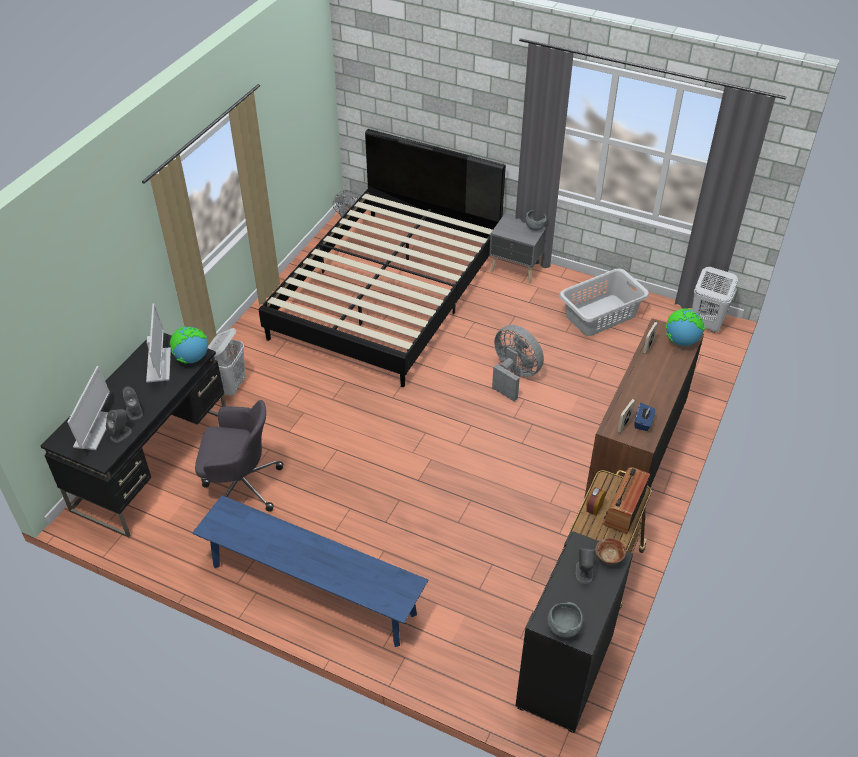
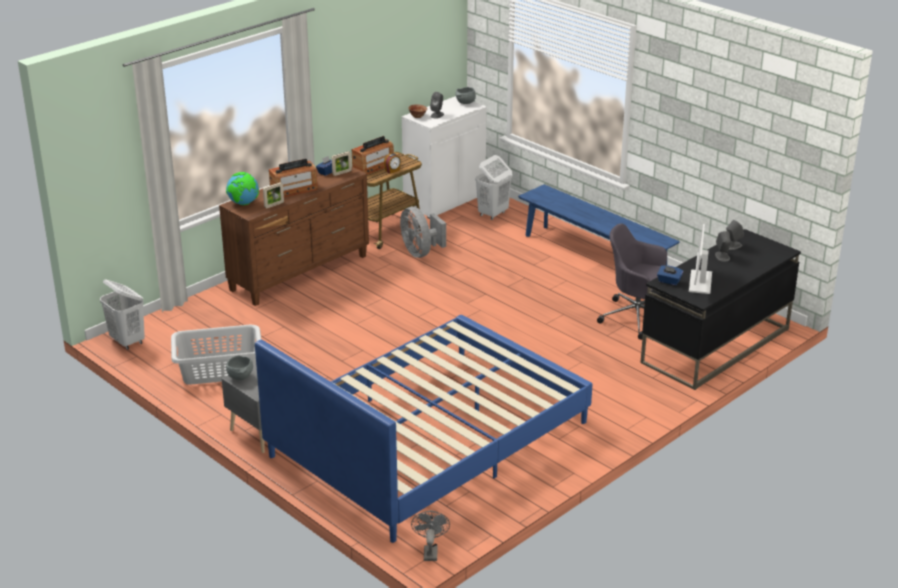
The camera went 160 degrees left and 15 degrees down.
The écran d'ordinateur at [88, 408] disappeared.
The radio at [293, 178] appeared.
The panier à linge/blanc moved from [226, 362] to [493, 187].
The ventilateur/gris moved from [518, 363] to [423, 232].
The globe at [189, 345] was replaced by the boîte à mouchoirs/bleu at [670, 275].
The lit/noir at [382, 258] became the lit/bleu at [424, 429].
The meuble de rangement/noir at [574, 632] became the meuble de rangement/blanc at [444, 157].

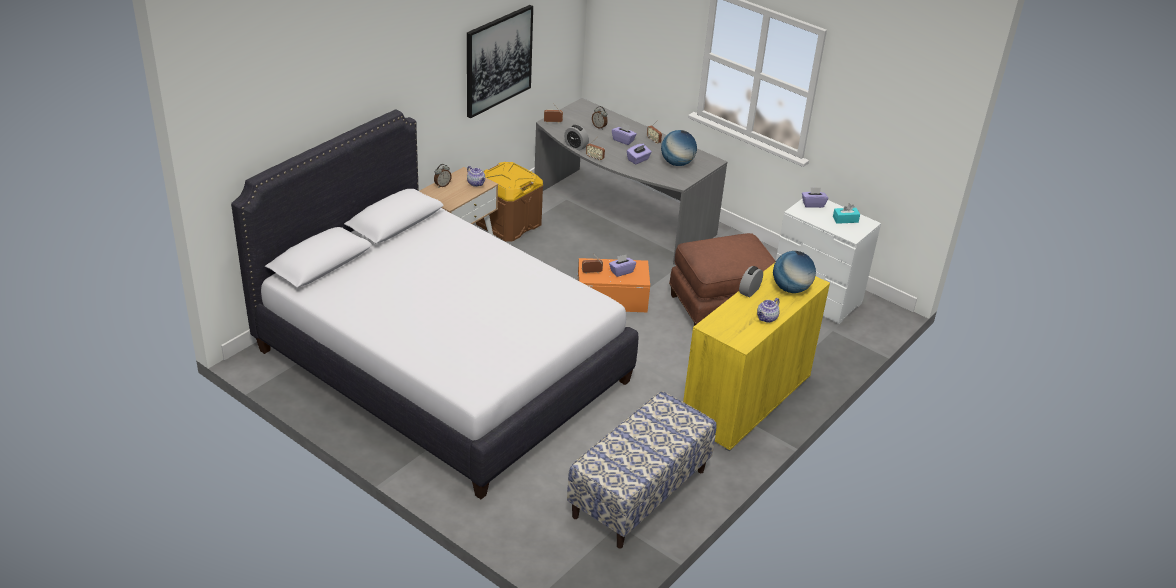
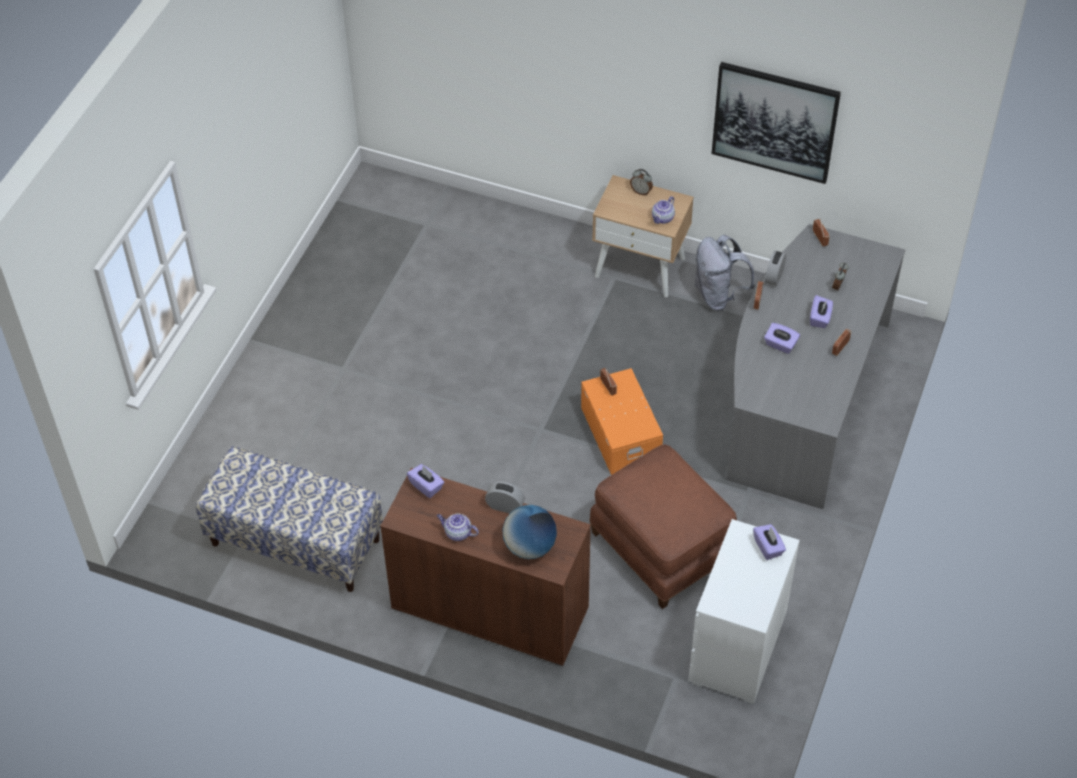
The camera went 75 degrees right and 15 degrees up.
The lit/blanc at [434, 304] disappeared.
The globe at [679, 148] disappeared.
The boîte à mouchoirs/turquoise at [846, 213] disappeared.
The boîte à mouchoirs/violet moved from [622, 265] to [425, 481].
The boîte de rangement/marron at [509, 202] was replaced by the sac à dos/gris at [724, 273].
The meuble de rangement/jaune at [756, 357] became the meuble de rangement/marron at [485, 567].

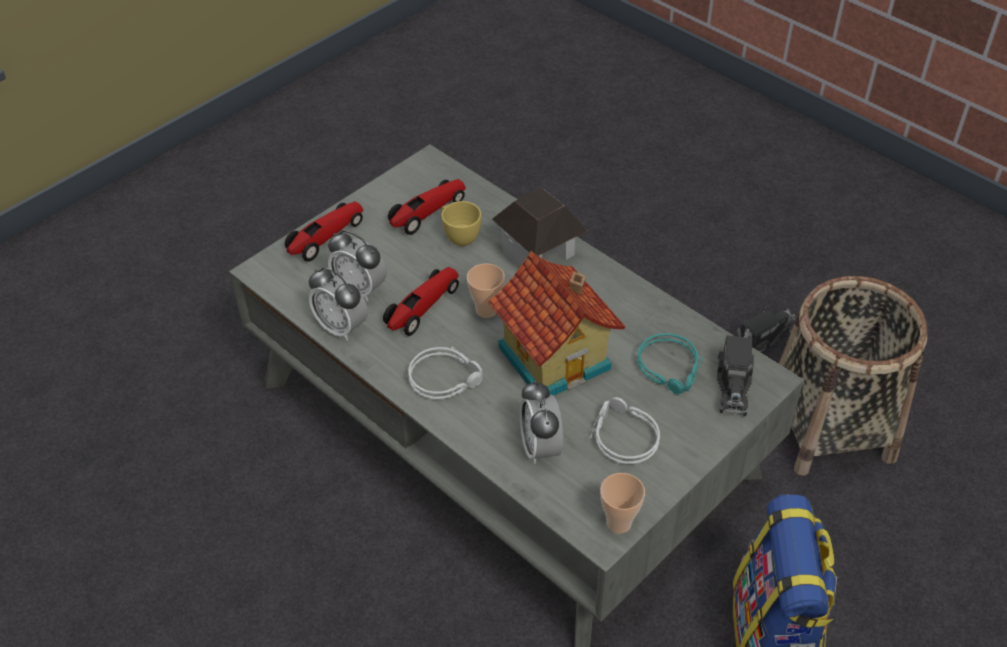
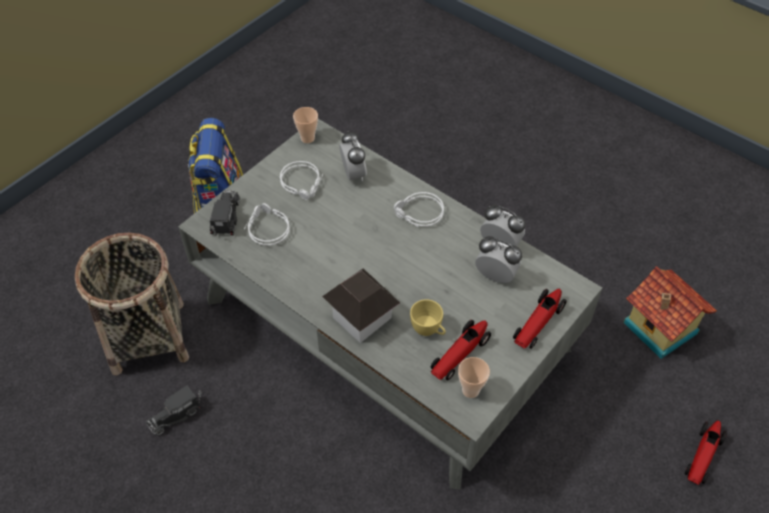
The camera went 175 degrees right and 5 degrees up.
The petite voiture moved from [421, 301] to [706, 453].
The tasse moved from [486, 291] to [474, 377].
The maison miniature moved from [556, 323] to [670, 312].
The casque audio/turquoise at [670, 363] became the casque audio/gris at [267, 224].

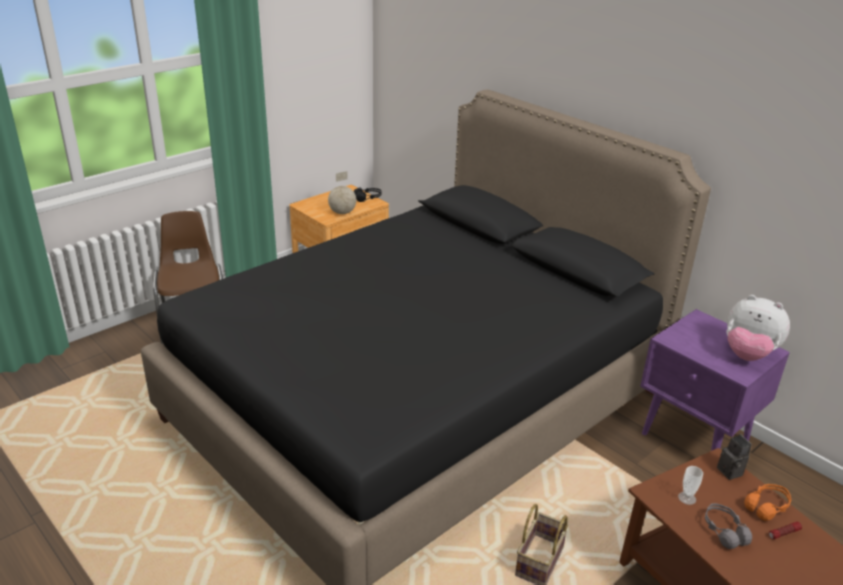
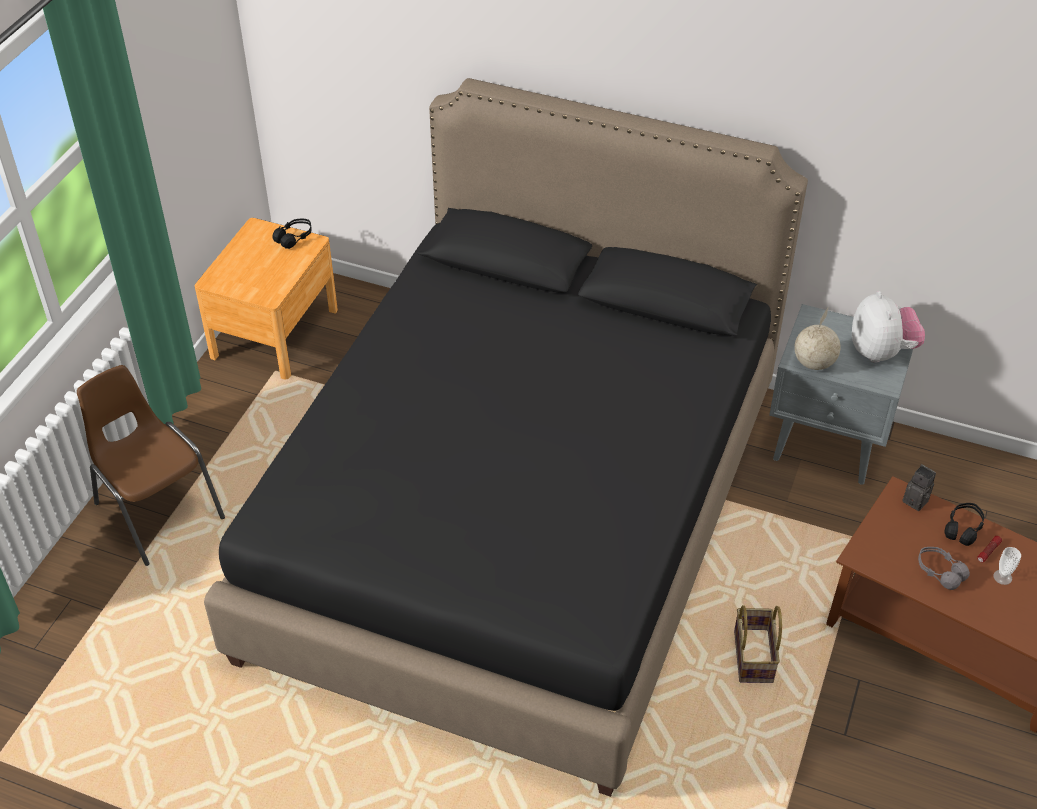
The camera went 25 degrees left and 15 degrees up.
The globe moved from [342, 192] to [817, 338].
The tasse moved from [690, 485] to [1007, 566].
The table de chevet/violet at [715, 380] became the table de chevet/gris at [841, 394].
The casque audio/orange at [767, 502] became the casque audio/noir at [965, 524].
The peluche at [758, 328] turned 105 degrees counterclockwise.

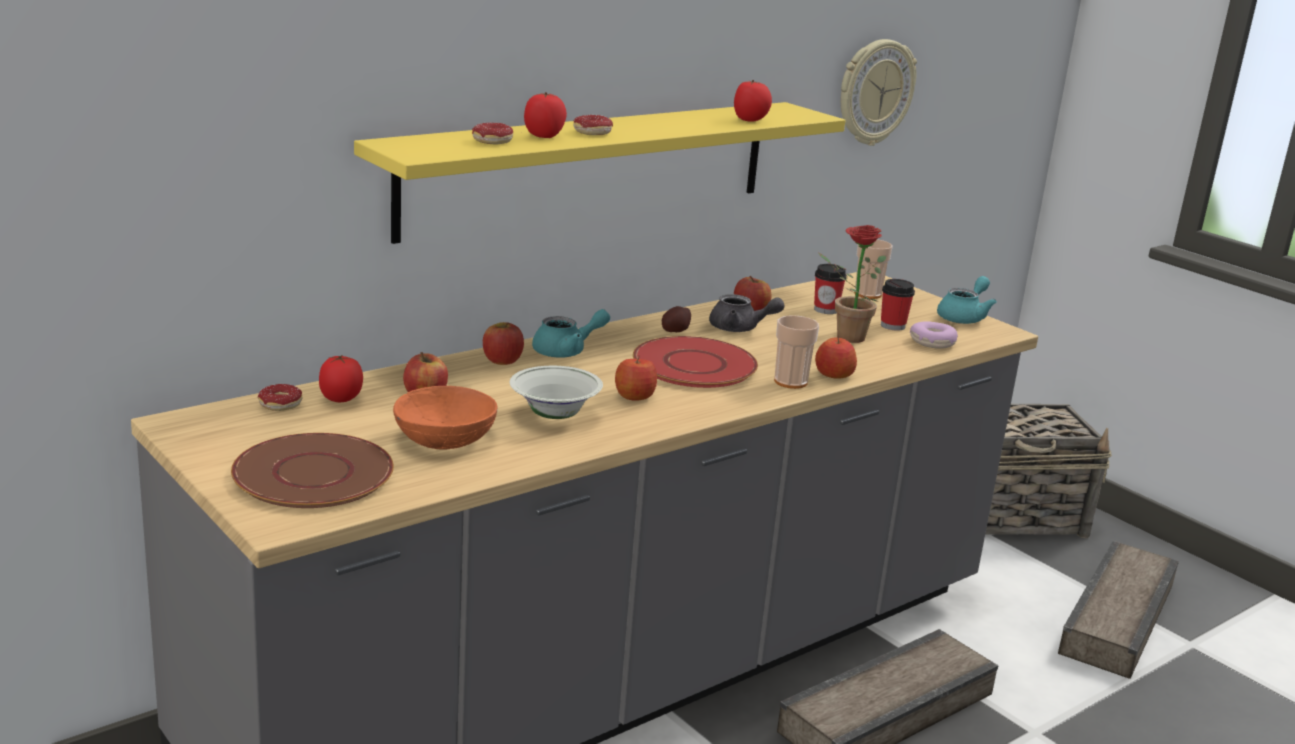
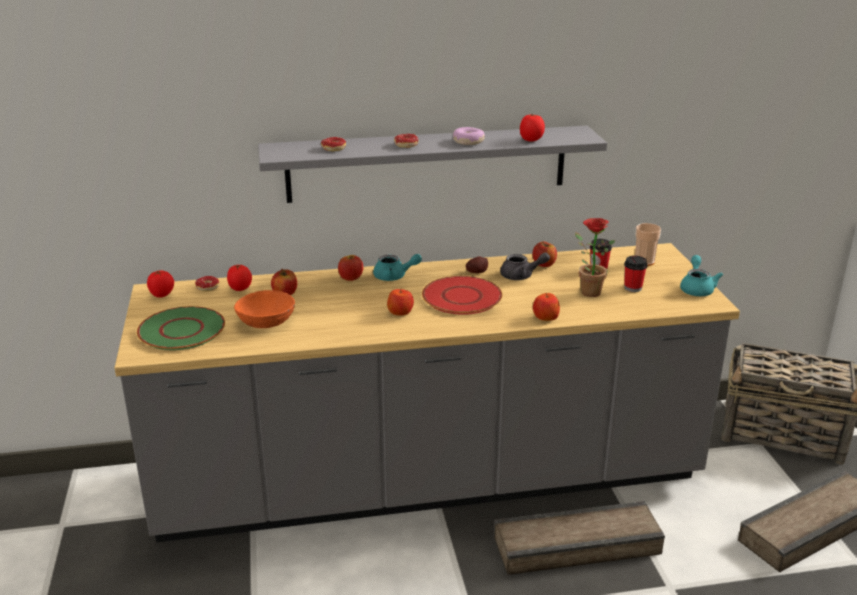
The camera went 30 degrees right and 5 degrees up.
The bol/blanc at [556, 392] disappeared.
The tasse at [796, 352] disappeared.
The horloge murale at [879, 92] disappeared.
The tomate moved from [545, 115] to [160, 284].
The beignet moved from [934, 335] to [469, 136].
The assiette/marron at [312, 470] became the assiette/vert at [181, 328].
The étagère/jaune at [599, 173] became the étagère/gris at [432, 164].
The théière/gris at [747, 313] turned 45 degrees counterclockwise.
The théière/turquoise at [967, 300] turned 60 degrees counterclockwise.

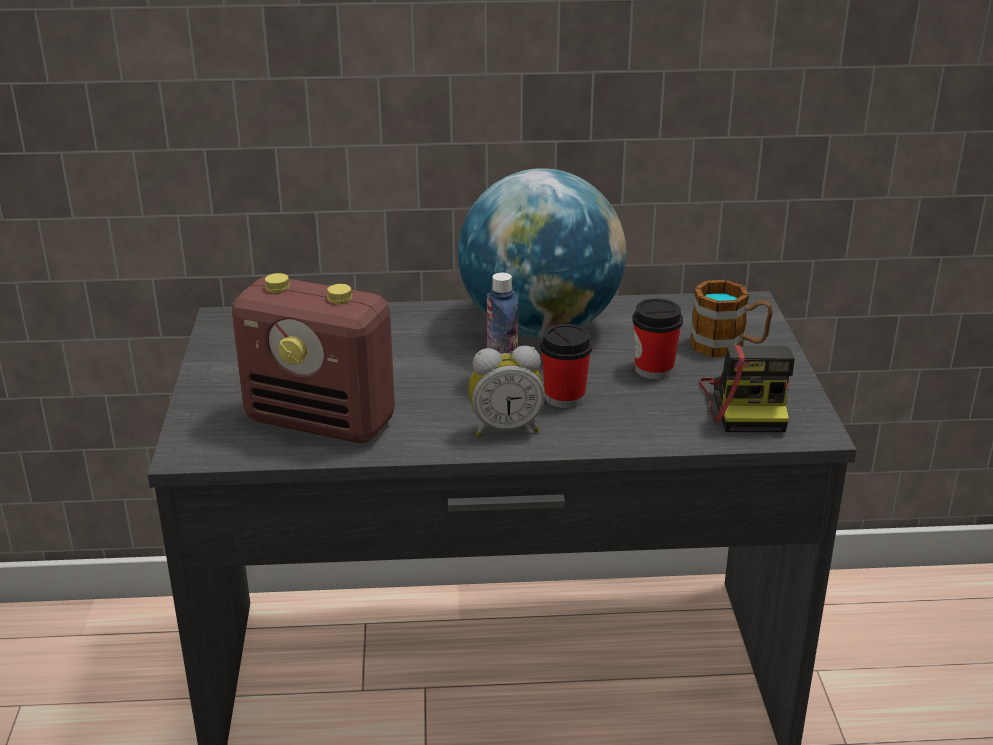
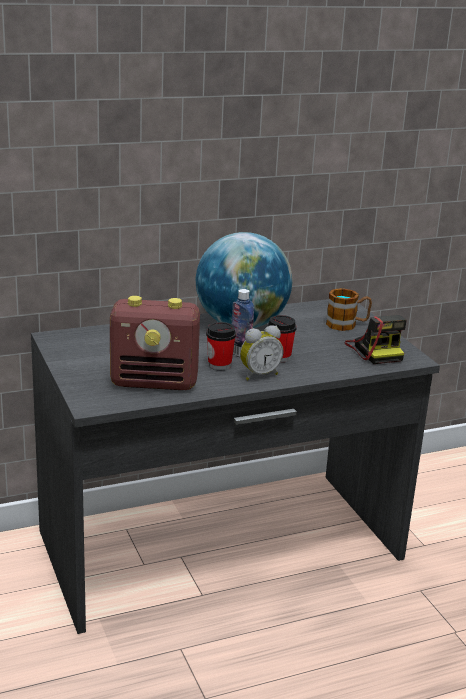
The camera went 20 degrees left and 5 degrees down.
The tasse moved from [657, 339] to [221, 346].

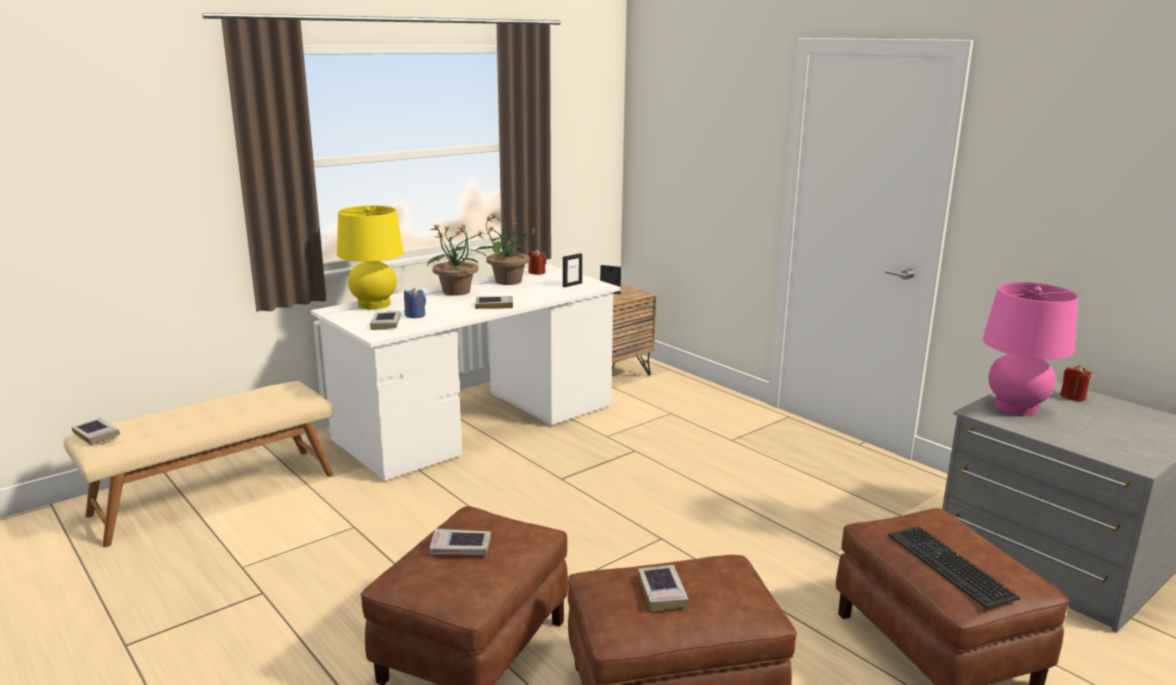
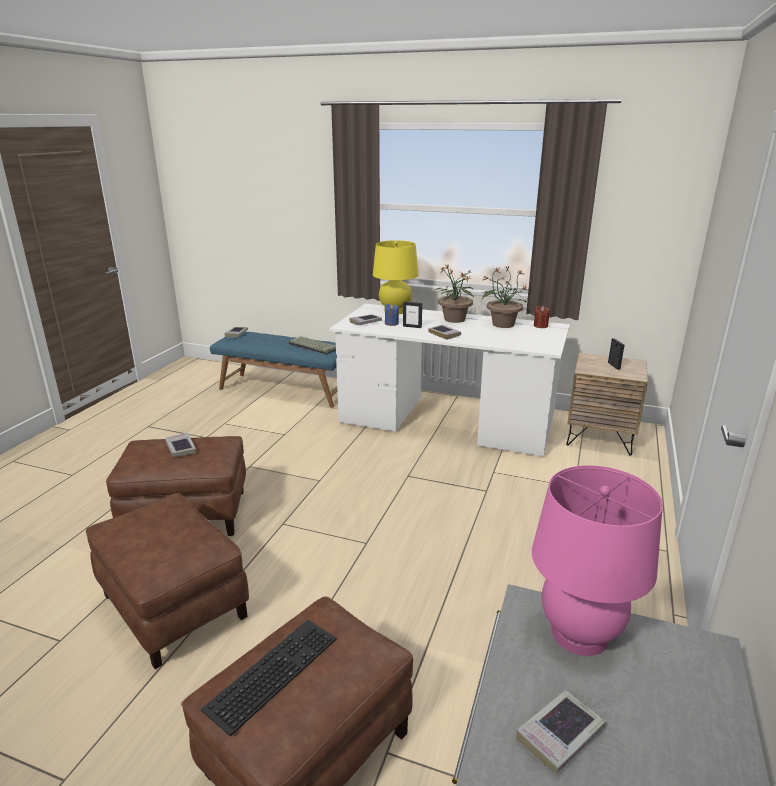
The camera went 60 degrees right and 5 degrees up.
The bougie/rouge at [1076, 383] disappeared.
The clavier at [312, 345] appeared.
The cadre photo moved from [572, 270] to [412, 314].
The livre moved from [663, 588] to [561, 732].
The banc/beige at [199, 464] became the banc/bleu at [273, 370].

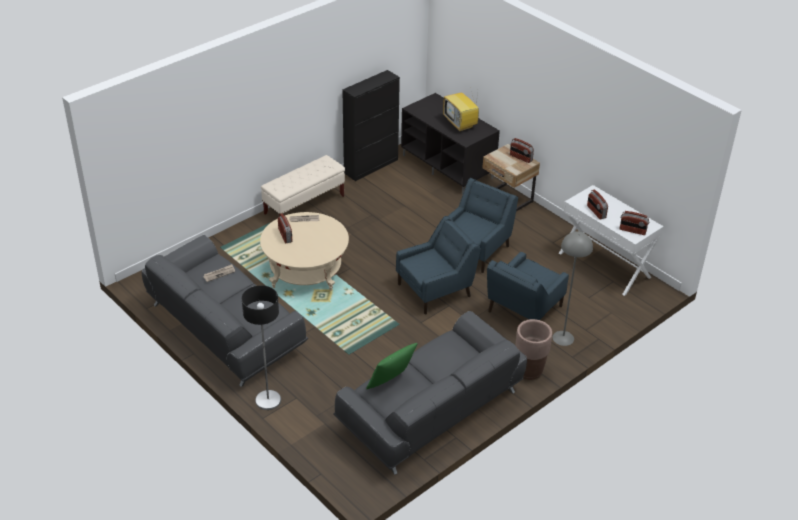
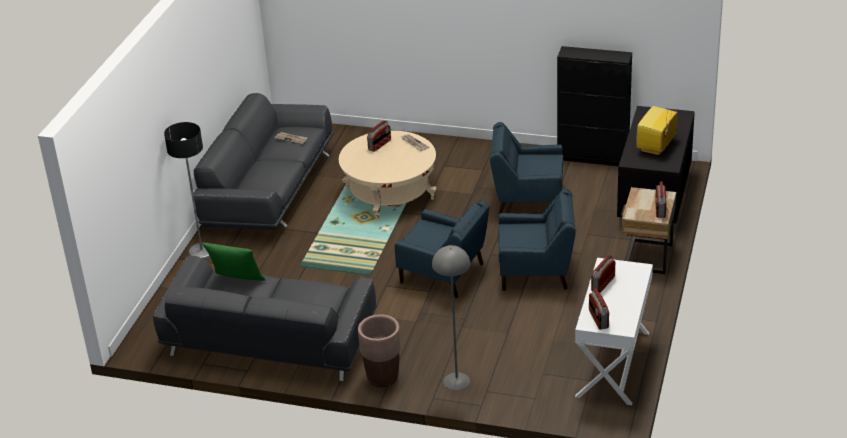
The camera went 60 degrees right and 5 degrees down.
The banc/beige at [303, 186] disappeared.
The fauteuil/bleu moved from [528, 286] to [526, 168].

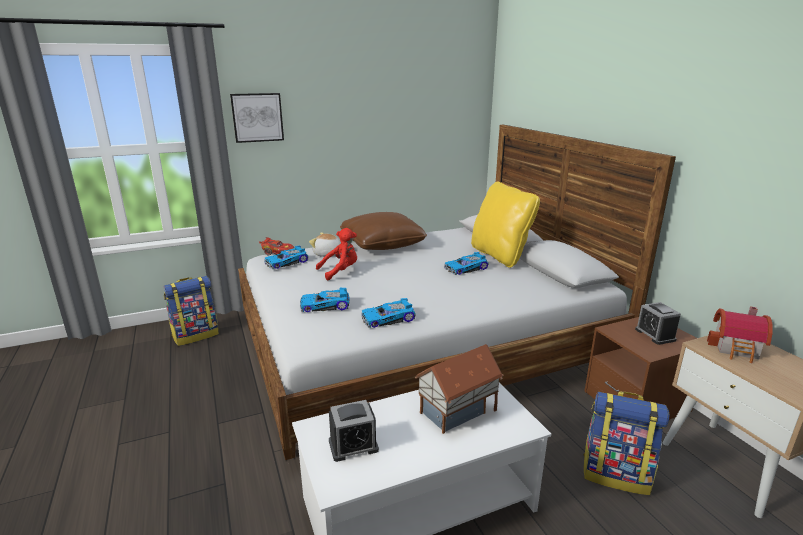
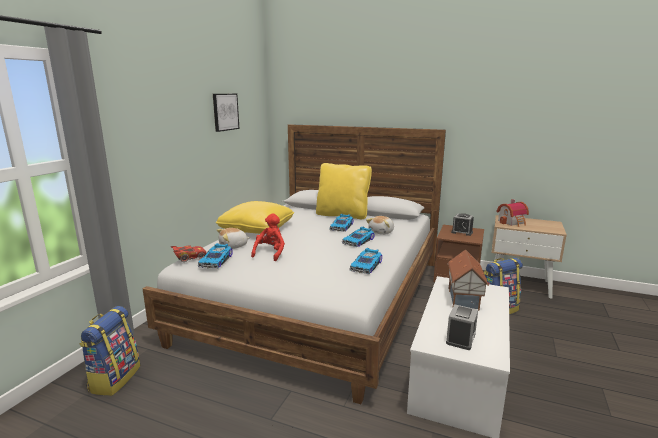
The camera went 45 degrees left and 5 degrees down.
The peluche at [380, 225] appeared.
The tableau moved from [257, 118] to [226, 113].
The petite voiture moved from [325, 300] to [358, 237].
The coussin/marron at [383, 231] became the coussin/jaune at [255, 217].

